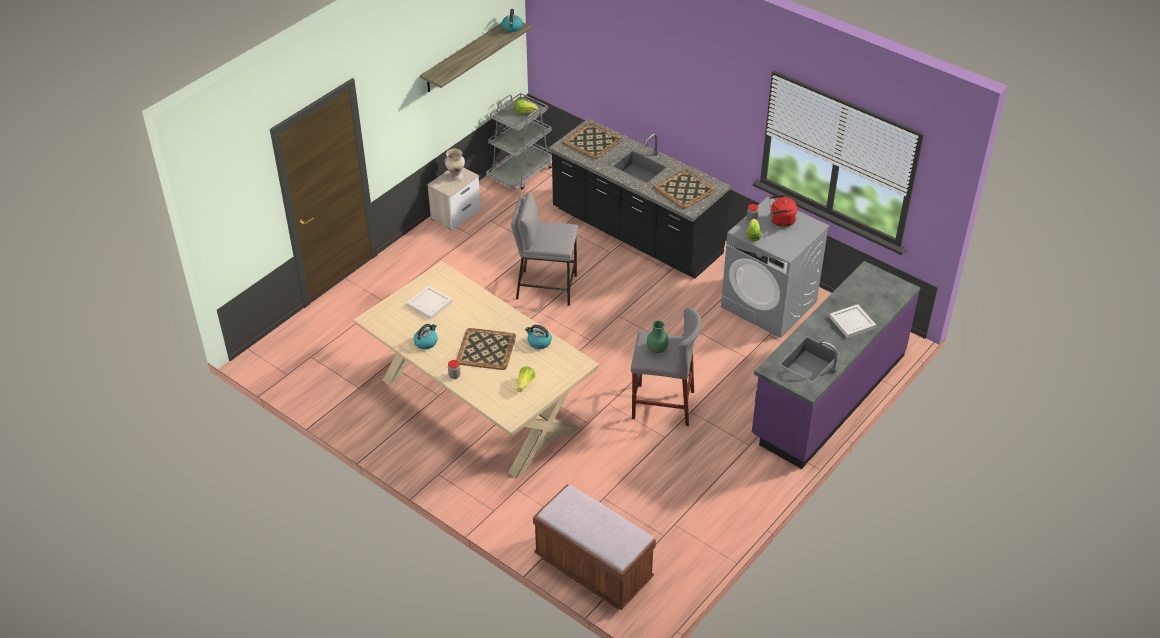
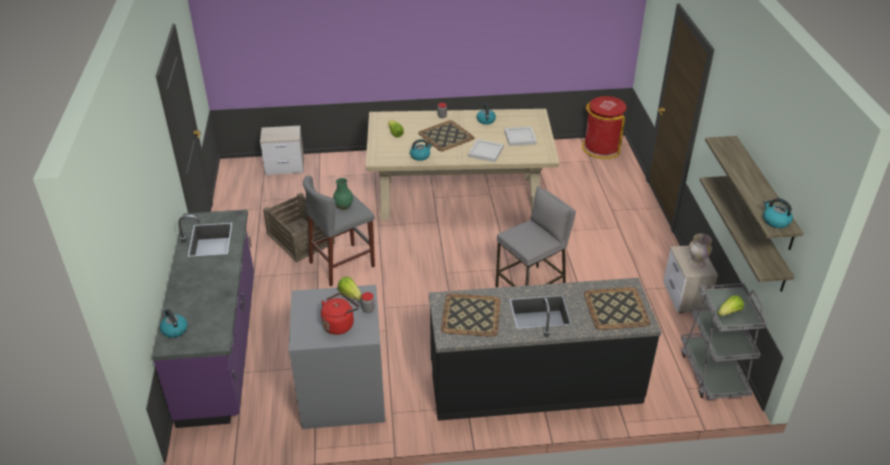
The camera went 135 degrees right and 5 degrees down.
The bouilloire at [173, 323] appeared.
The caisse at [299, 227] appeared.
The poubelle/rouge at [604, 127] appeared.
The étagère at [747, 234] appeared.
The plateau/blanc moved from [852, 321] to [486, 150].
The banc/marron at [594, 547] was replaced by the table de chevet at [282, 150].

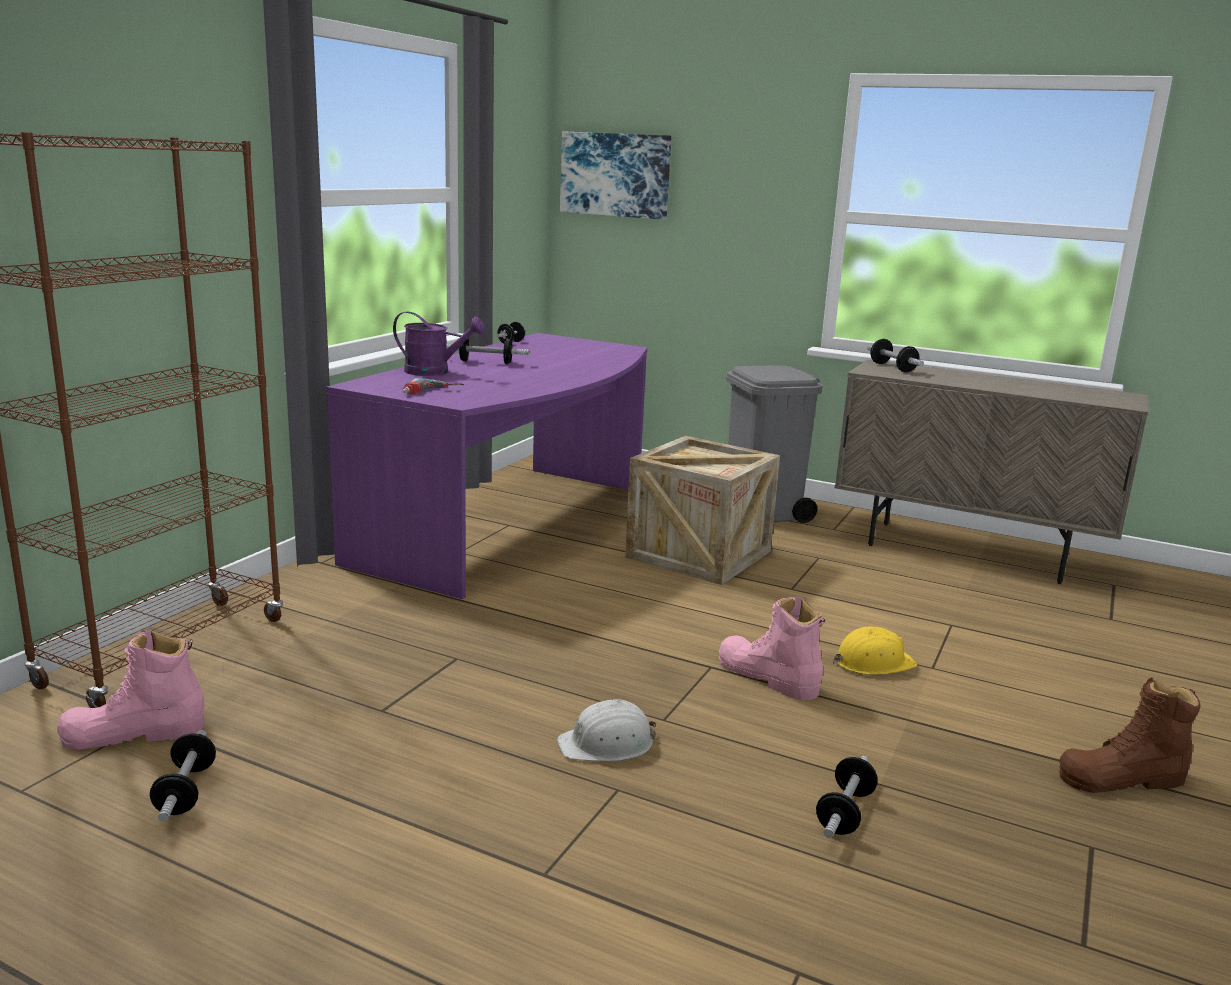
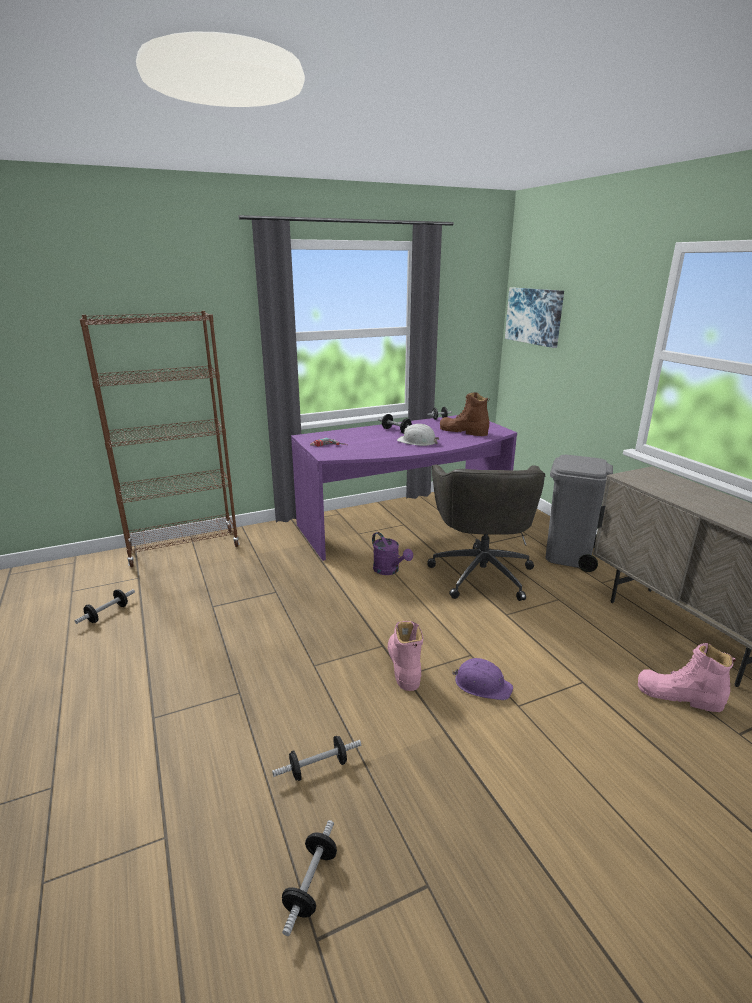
The camera went 40 degrees right and 5 degrees up.
The botte/rose moved from [131, 690] to [687, 677].
The arrosoir/violet moved from [439, 343] to [392, 553].
The casque de chantier/blanc moved from [606, 730] to [418, 435].
The haltère moved from [895, 356] to [309, 878].
The botte/marron moved from [1130, 735] to [464, 414].
The caisse at [702, 510] was replaced by the chaise de bureau/gris at [486, 532].
The casque de chantier/jaune at [875, 651] became the casque de chantier/violet at [483, 679].

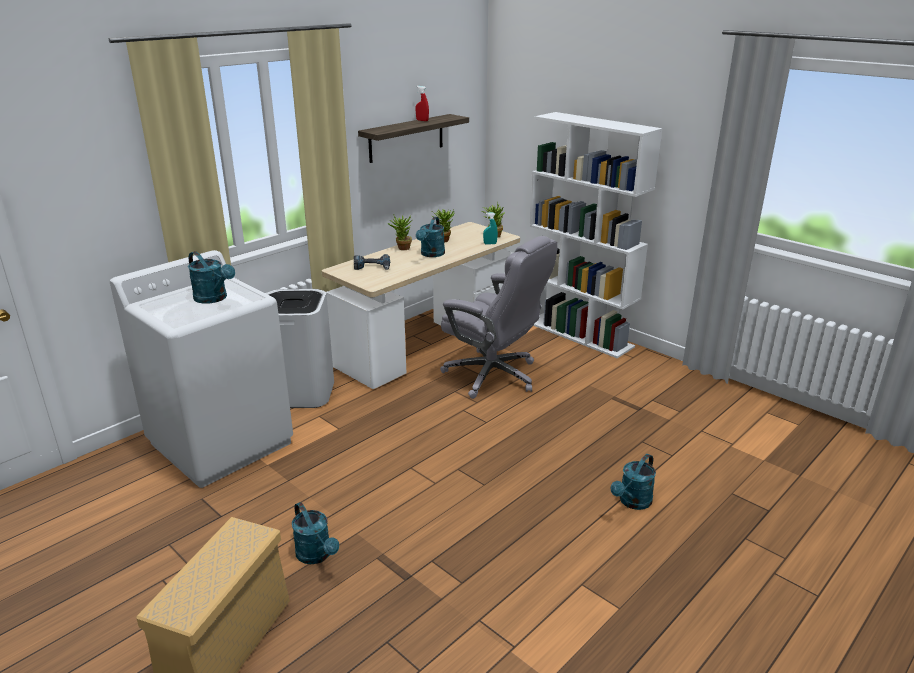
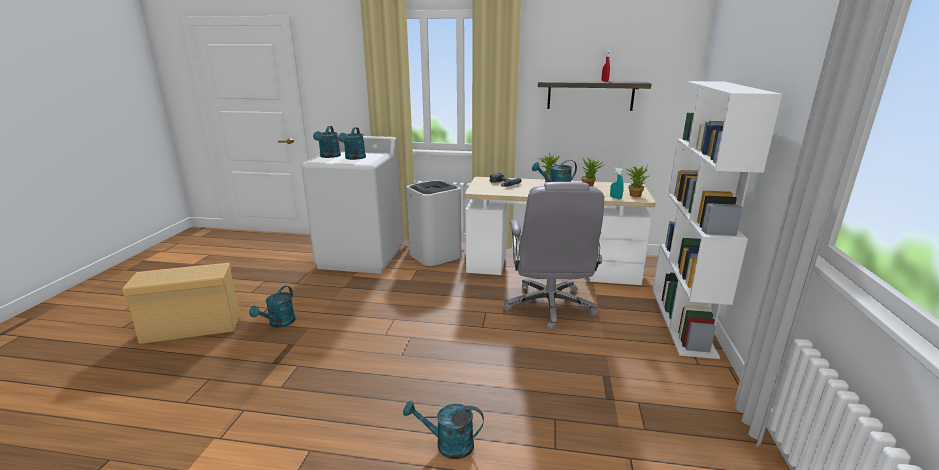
The camera went 55 degrees right and 5 degrees down.
The arrosoir/turquoise at [327, 142] appeared.

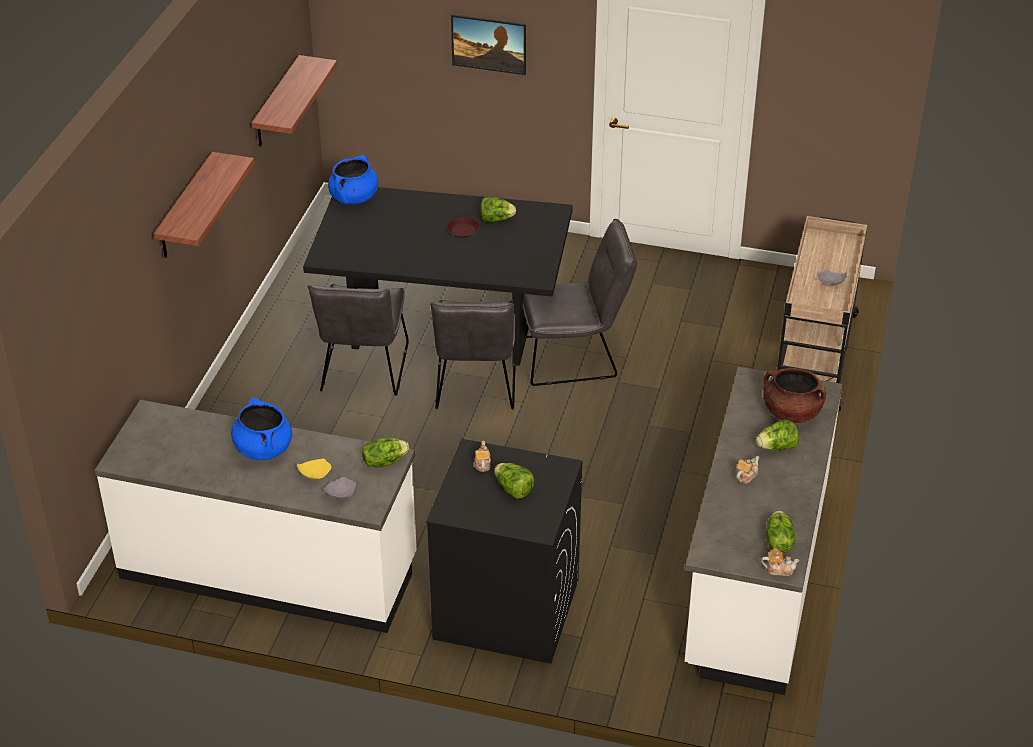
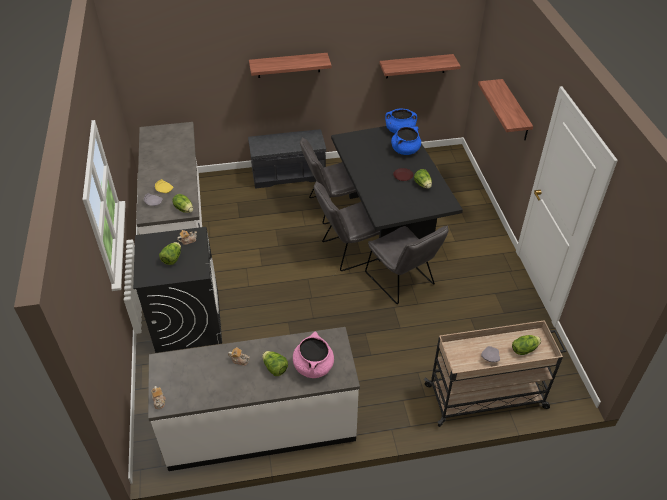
The camera went 65 degrees right and 5 degrees up.
The banc/gris at [287, 159] appeared.
The marmite/bleu moved from [261, 428] to [406, 140].
The laitue moved from [780, 531] to [526, 345].
The tableau at [488, 54] was replaced by the étagère at [505, 109].
The marmite/marron at [794, 395] became the marmite/rose at [313, 355].

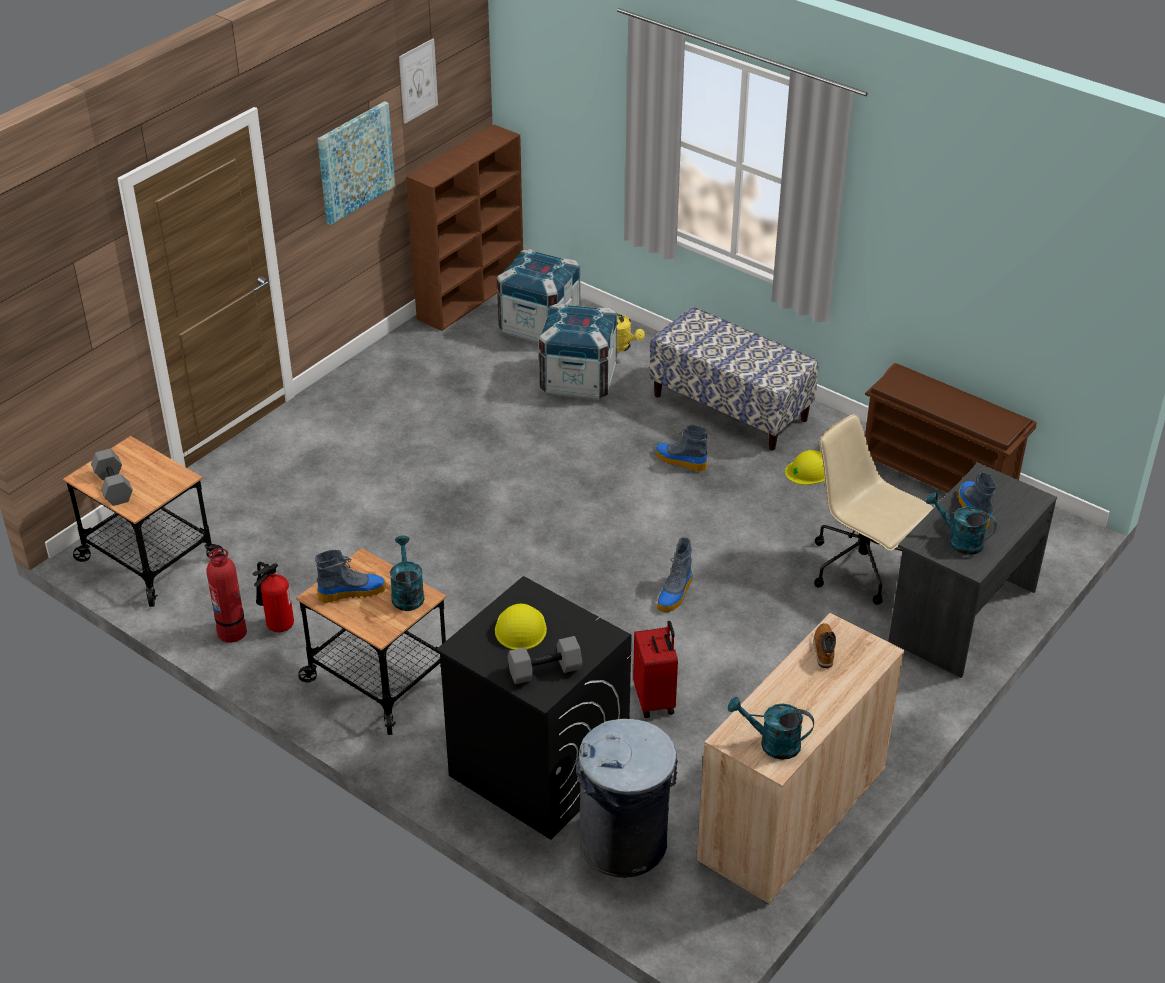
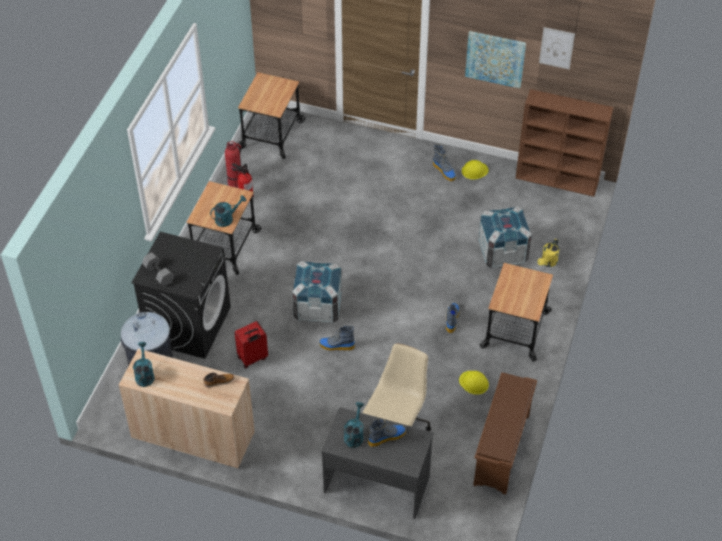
The camera went 70 degrees right and 10 degrees up.
The haltère/gris at [112, 477] disappeared.
The botte moved from [350, 576] to [444, 162].
The casque de chantier/jaune moved from [521, 627] to [475, 169].
The caisse moved from [538, 296] to [317, 292].
The banc at [734, 378] was replaced by the chariot at [516, 312].

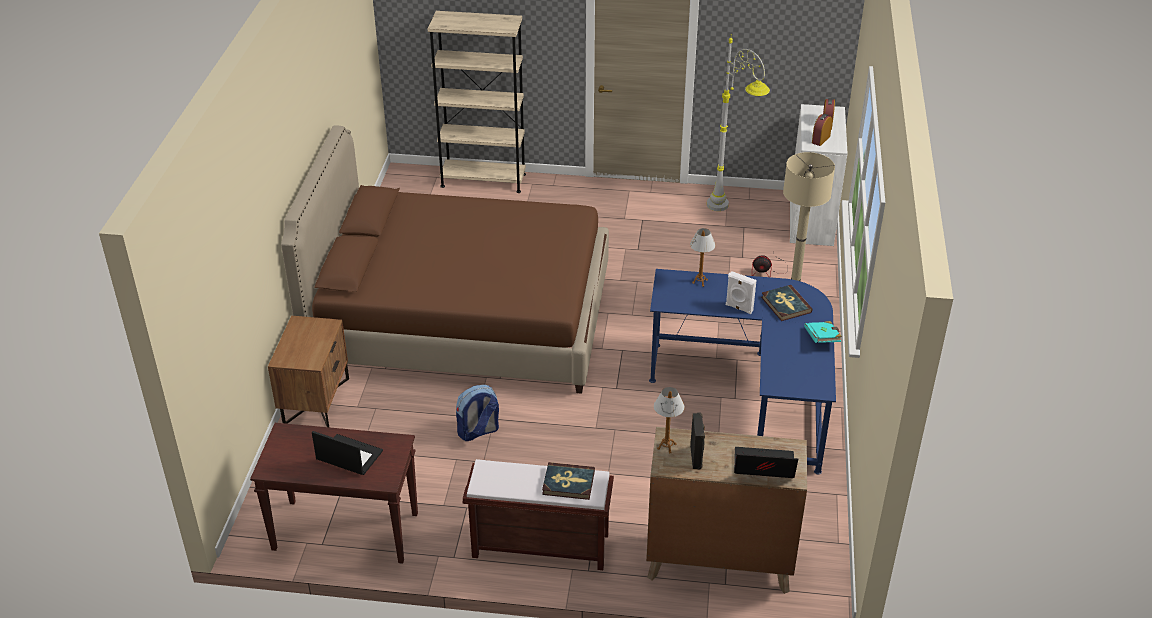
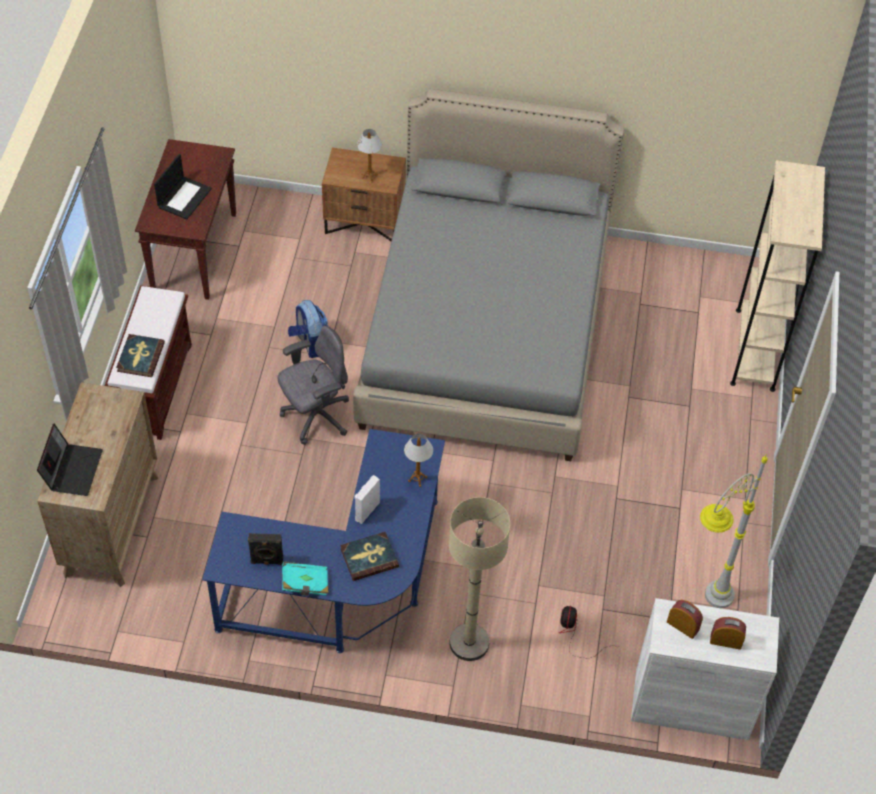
The camera went 90 degrees right and 15 degrees up.
The chaise de bureau/gris at [313, 385] appeared.
The lampe de table moved from [669, 420] to [369, 156].
The enceinte/noir moved from [697, 441] to [265, 549].
The lit/marron at [445, 260] became the lit/gris at [488, 275].

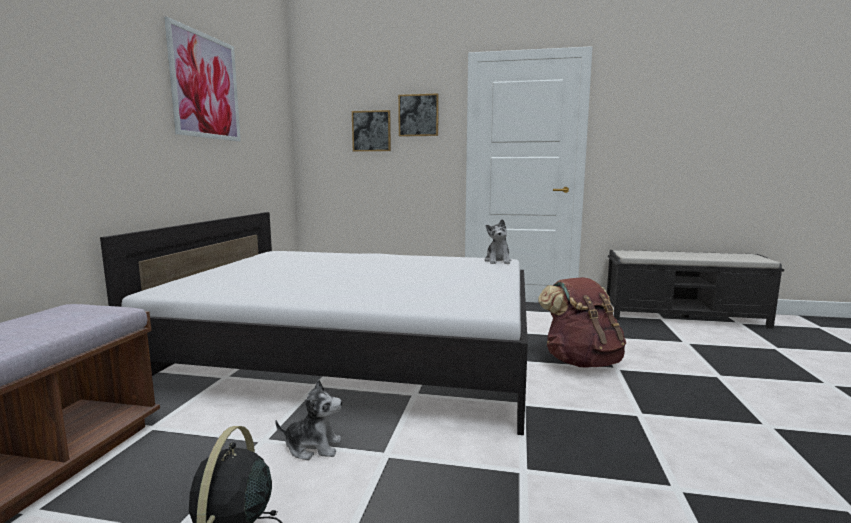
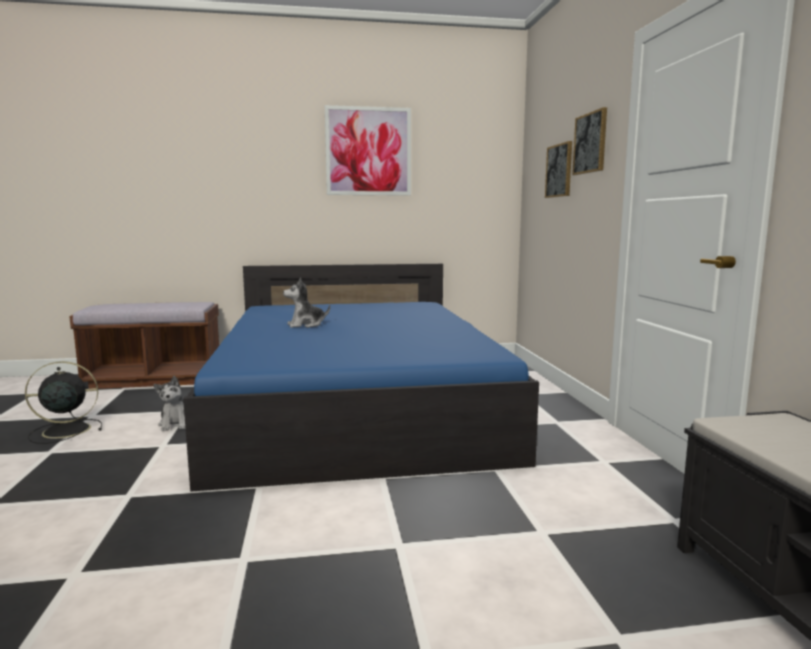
The camera went 70 degrees right and 0 degrees up.
The sac à dos/marron at [582, 322] disappeared.
The peluche moved from [498, 241] to [306, 303].
The lit/blanc at [314, 323] became the lit/bleu at [361, 378].

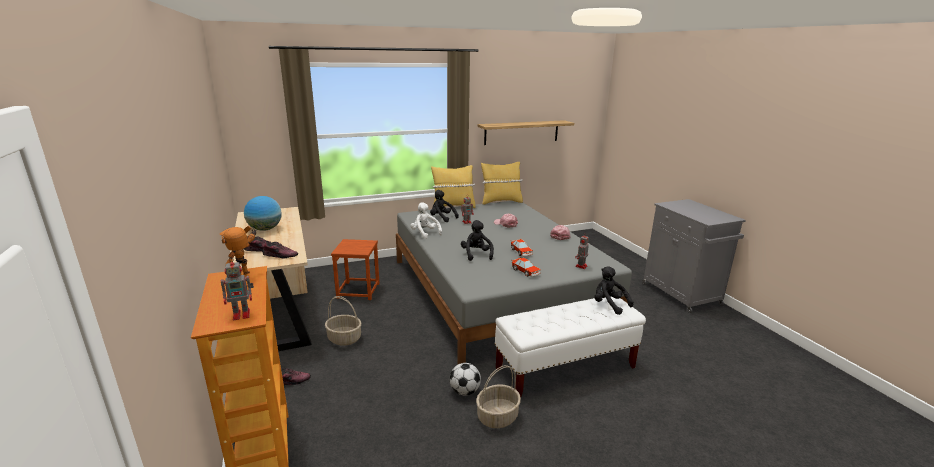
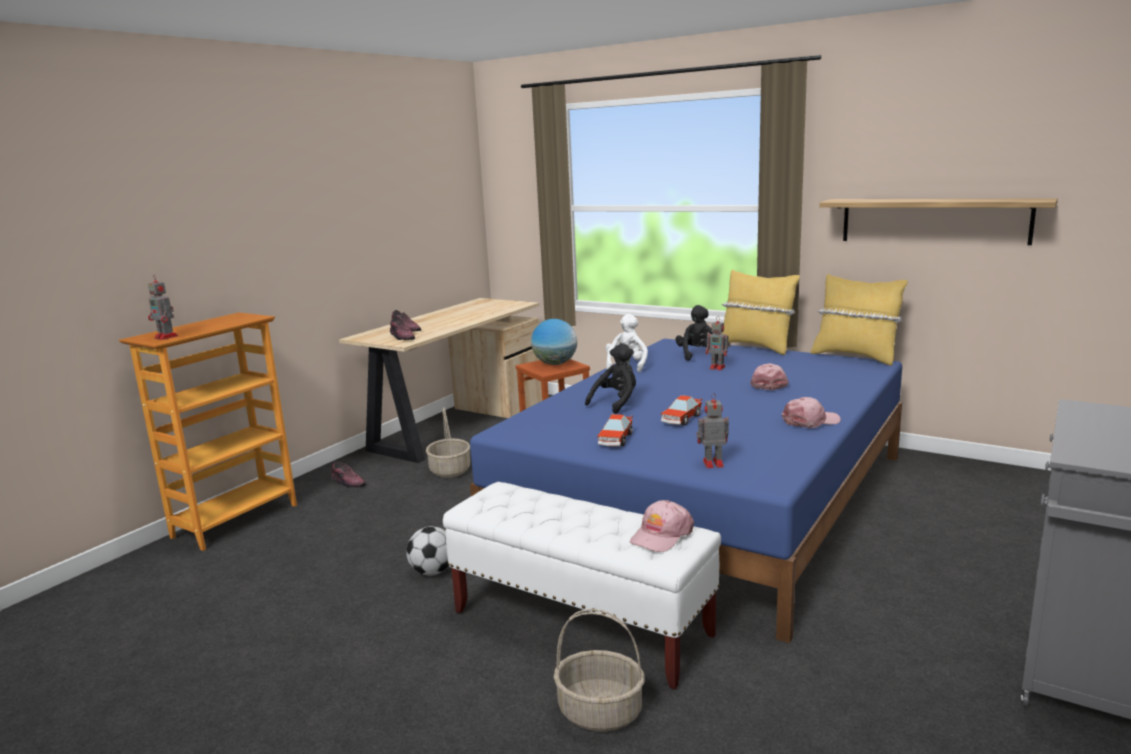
The camera went 55 degrees right and 5 degrees down.
The robot jouet at [237, 250] disappeared.
The globe moved from [263, 213] to [554, 342].
The panier moved from [498, 396] to [599, 670].
The peluche/noir at [614, 290] was replaced by the casquette/rose at [662, 526].
The lit/gris at [514, 283] became the lit/bleu at [686, 491].

